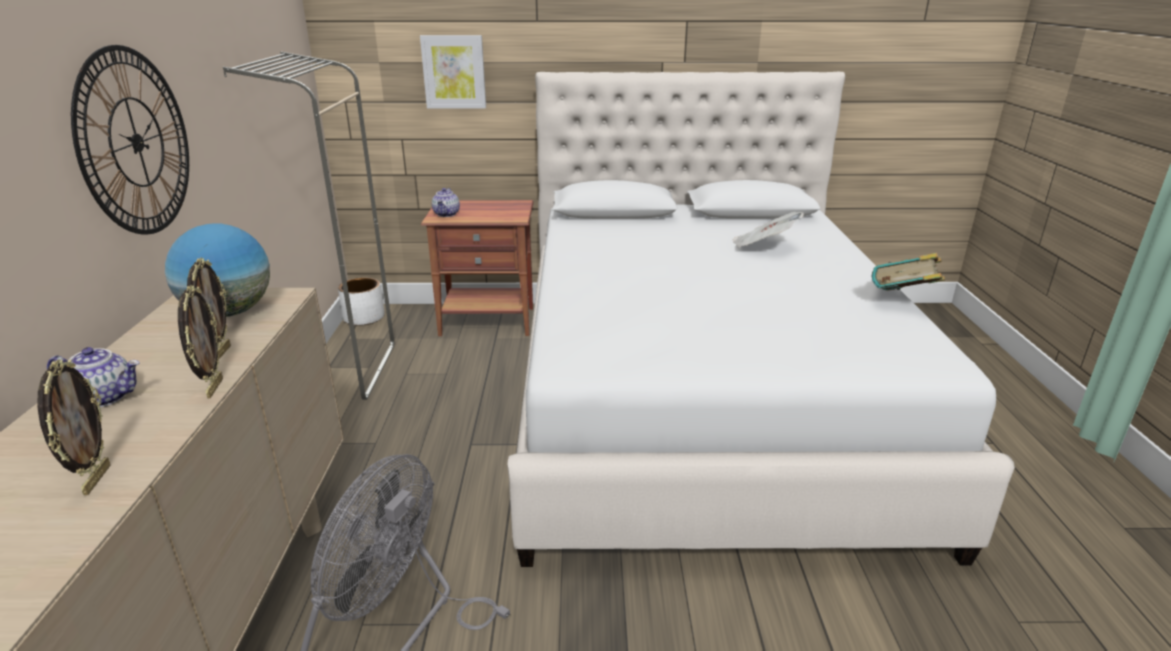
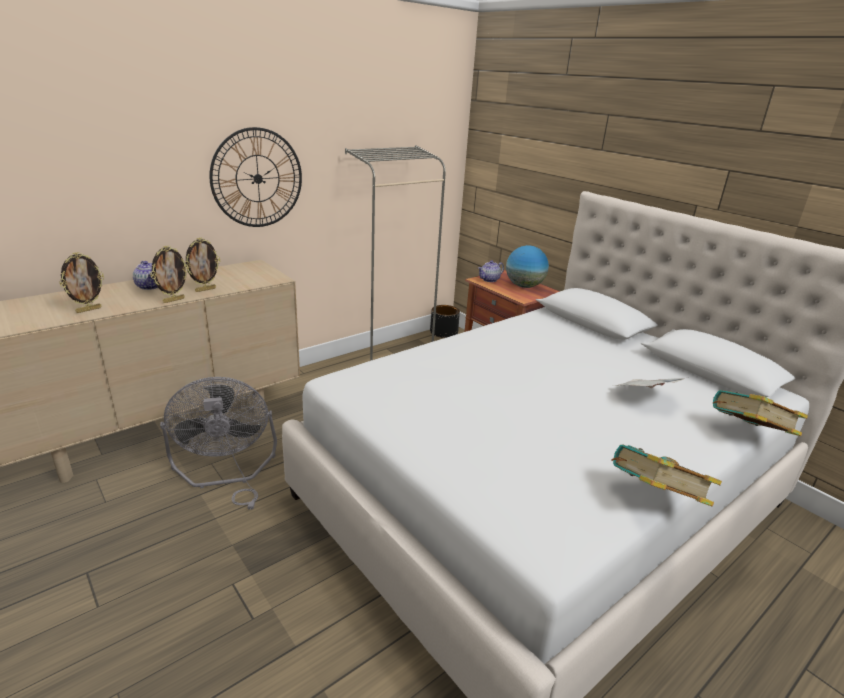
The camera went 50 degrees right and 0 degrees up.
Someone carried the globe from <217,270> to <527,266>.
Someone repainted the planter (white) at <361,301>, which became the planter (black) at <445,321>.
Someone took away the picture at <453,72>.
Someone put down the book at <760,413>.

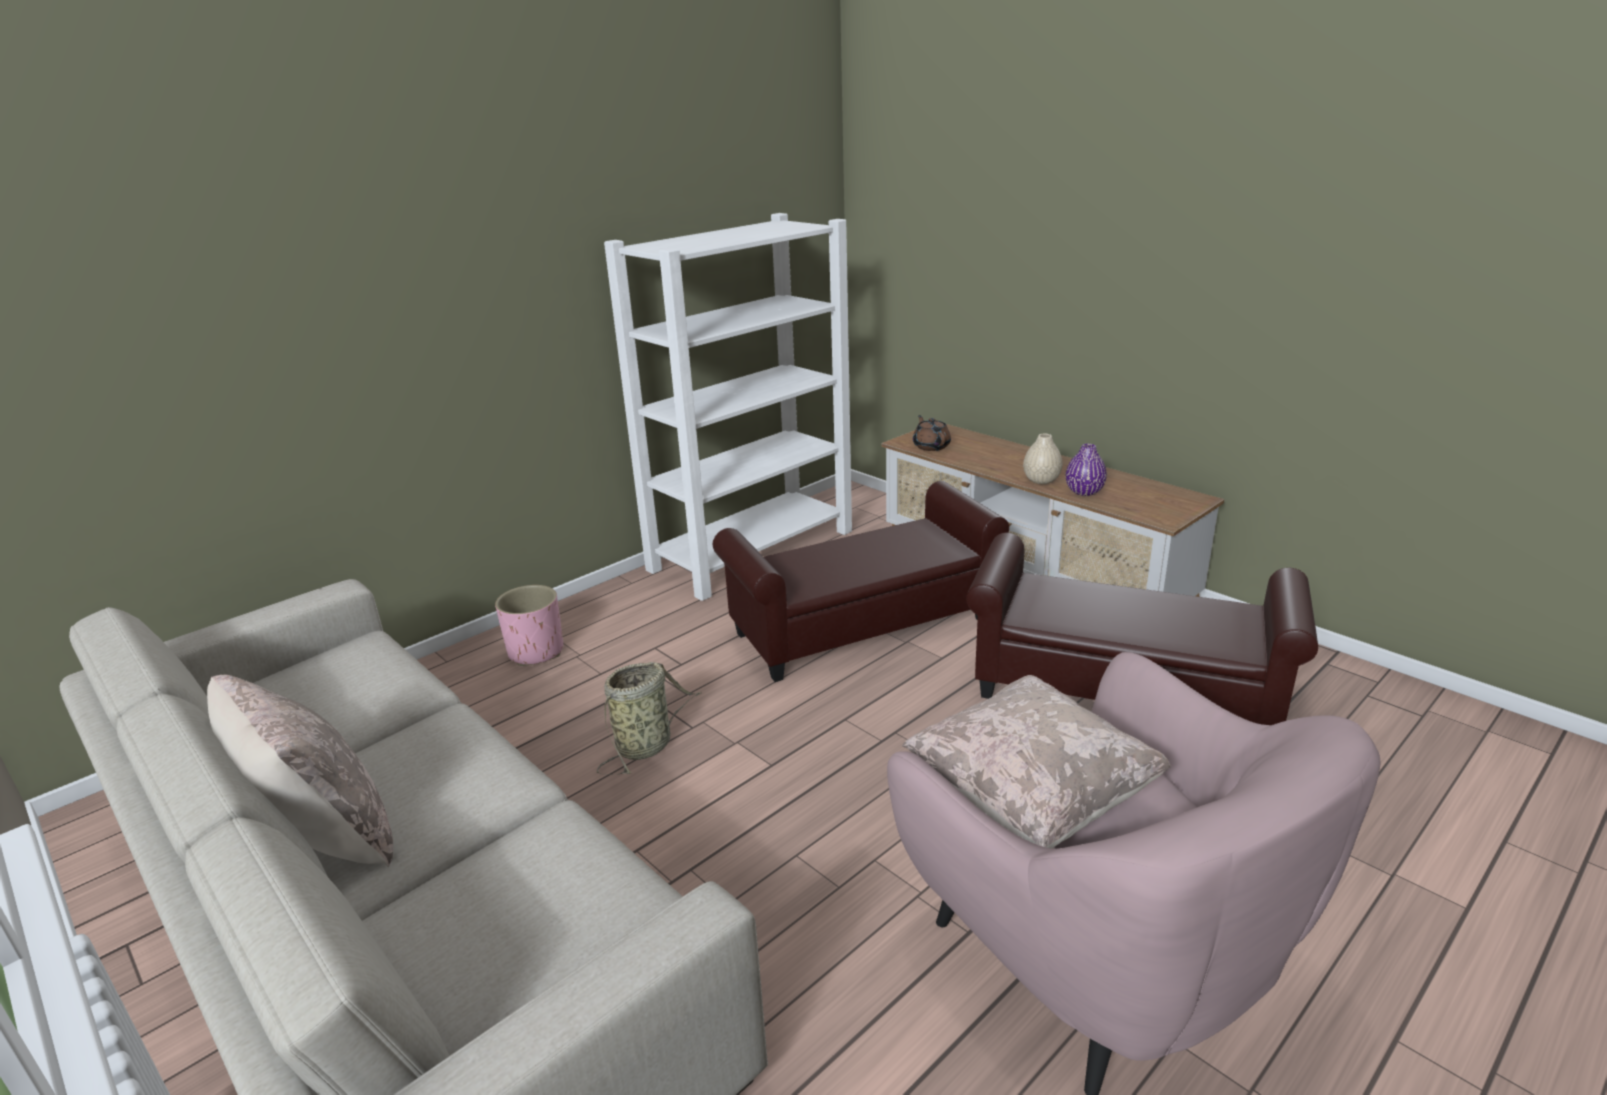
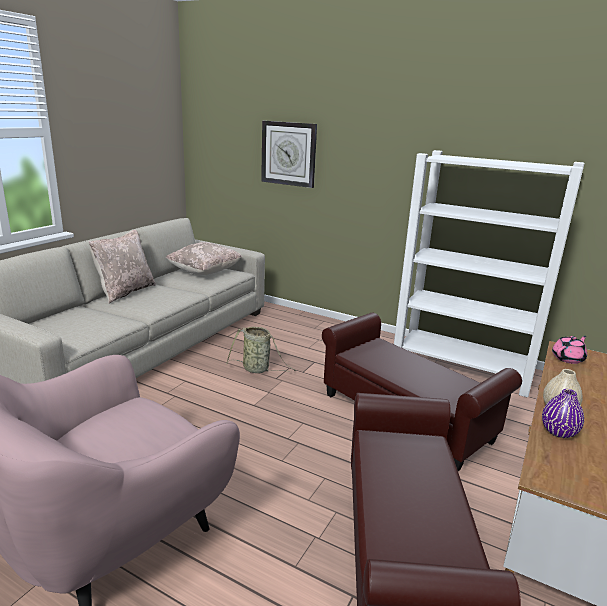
The camera went 70 degrees right and 5 degrees down.
Someone took away the planter (pink) at <529,625>.
Someone carried the pillow (beige) from <1036,761> to <204,258>.
Someone repainted the teapot (brown) at <932,433>, which became the teapot (pink) at <569,350>.
Someone put up the wall clock at <289,154>.

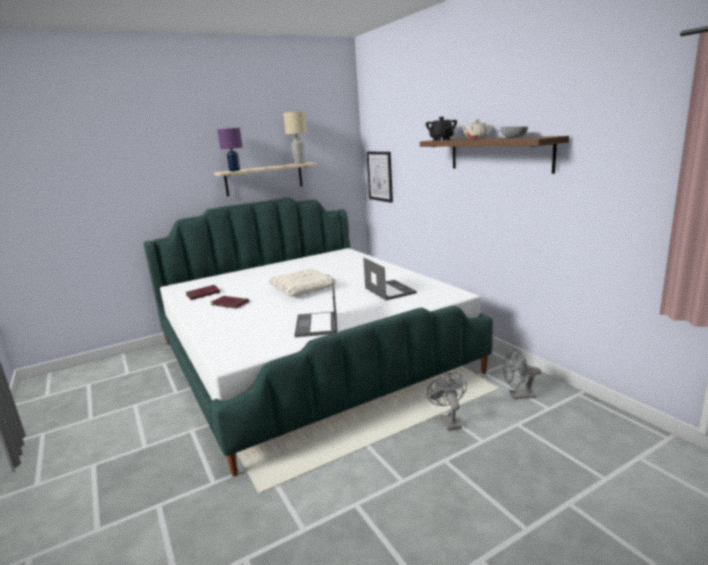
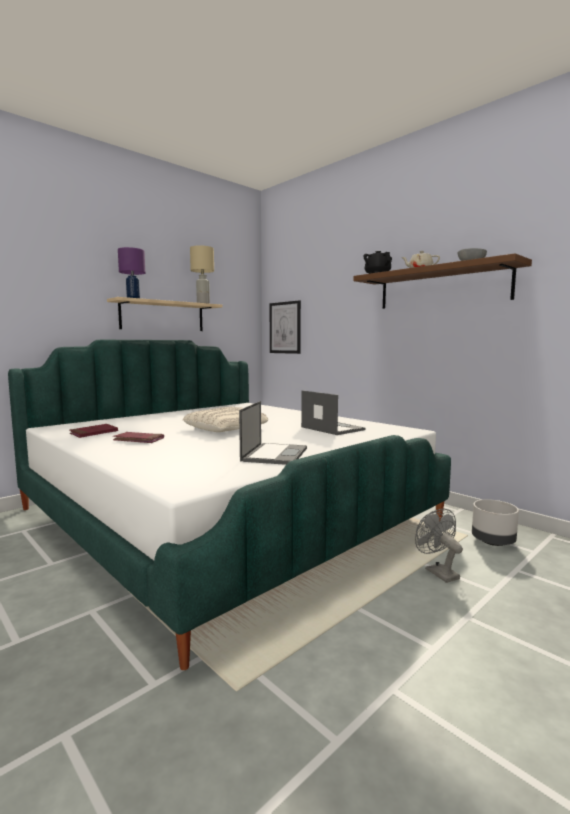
The camera went 15 degrees left and 10 degrees down.
Someone rotated the laptop at <316,308> by 150 degrees counterclockwise.
Someone swapped the fan (grey) at <522,374> for the planter (grey) at <495,522>.

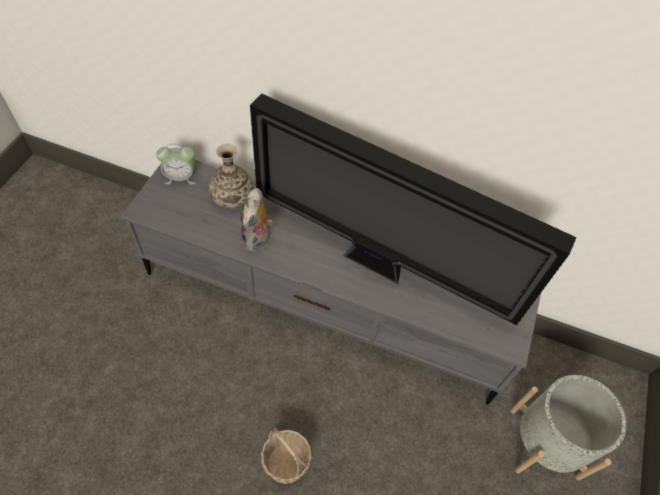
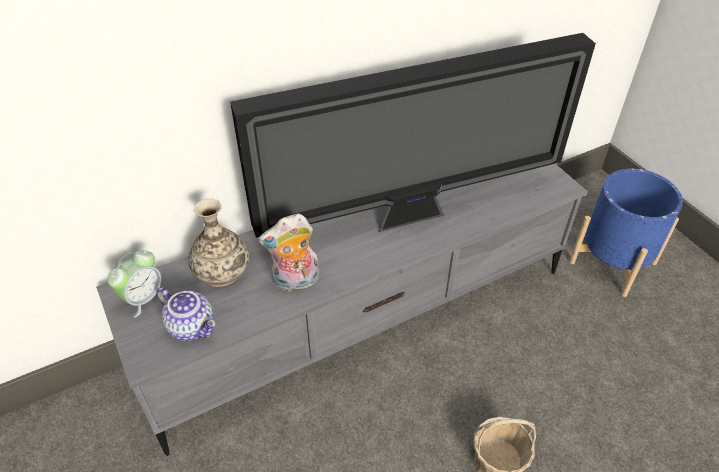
The camera went 45 degrees left and 10 degrees down.
Someone rotated the plush toy at <257,220> by 105 degrees clockwise.
Someone repainted the planter (grey) at <568,427>, which became the planter (blue) at <626,233>.
Someone put down the teapot at <186,314>.

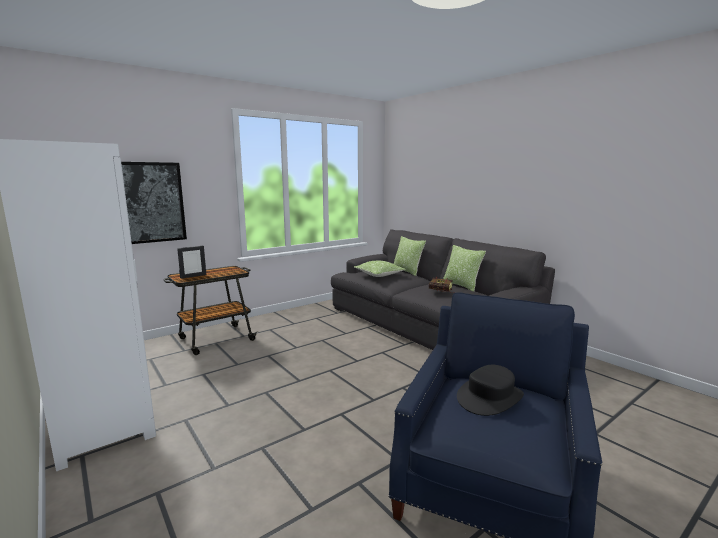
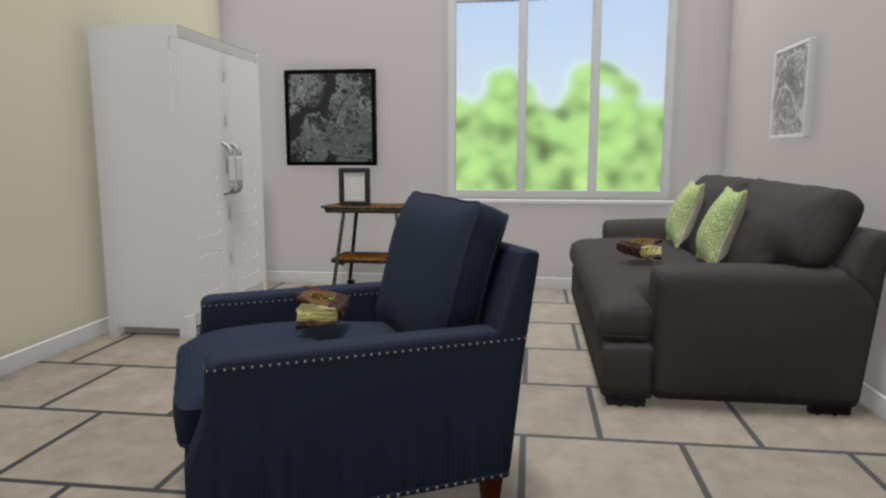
The camera went 45 degrees right and 5 degrees down.
Someone took away the pillow at <380,269>.
Someone swapped the hat (black) at <490,390> for the book at <322,308>.
Someone put up the picture at <793,88>.

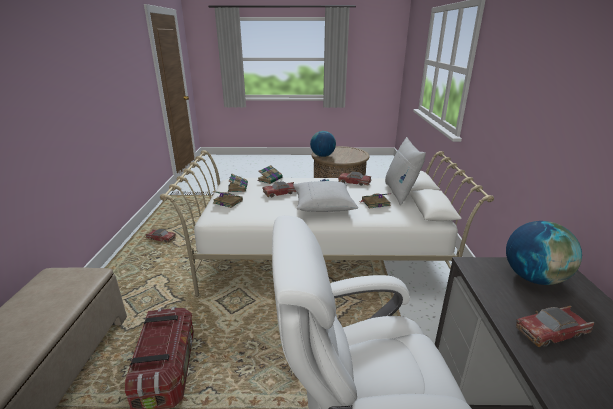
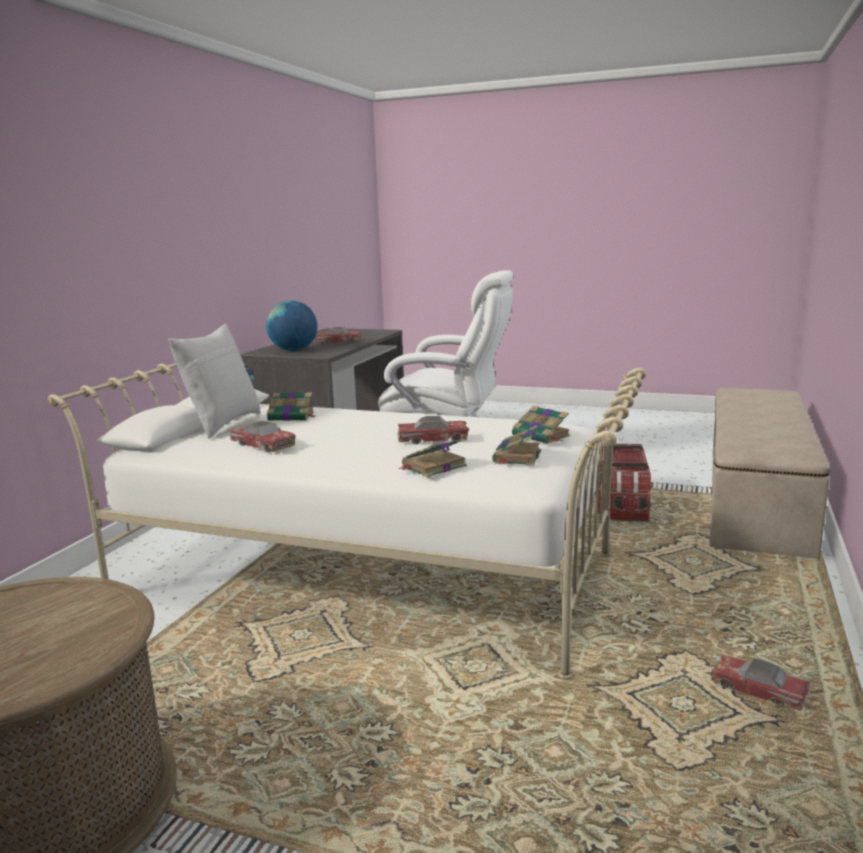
The camera went 160 degrees left and 10 degrees down.
Someone took away the pillow (grey) at <325,195>.
Someone took away the globe at <323,144>.

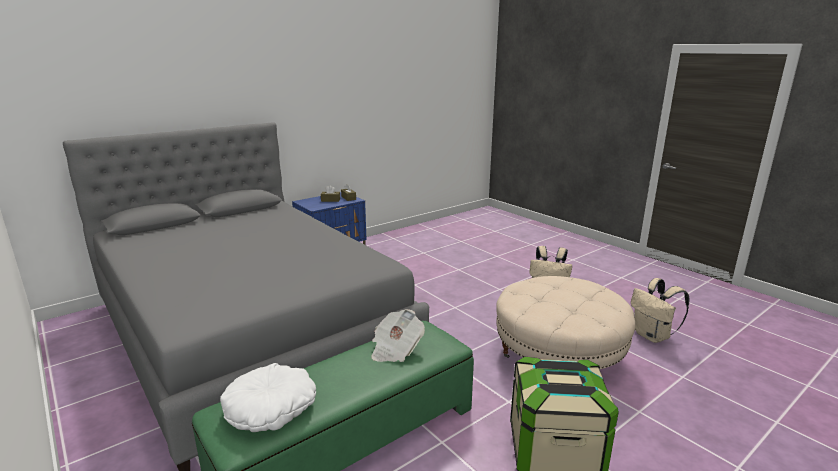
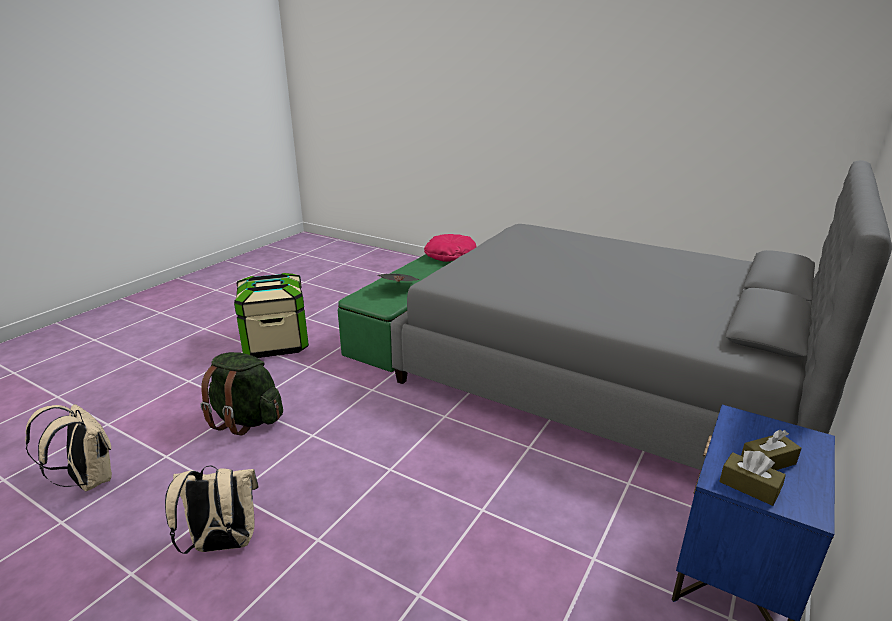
The camera went 160 degrees right and 5 degrees up.
Someone repainted the pillow (white) at <268,397>, which became the pillow (pink) at <450,248>.
Someone swapped the ottoman (beige) at <565,322> for the backpack (green) at <242,394>.

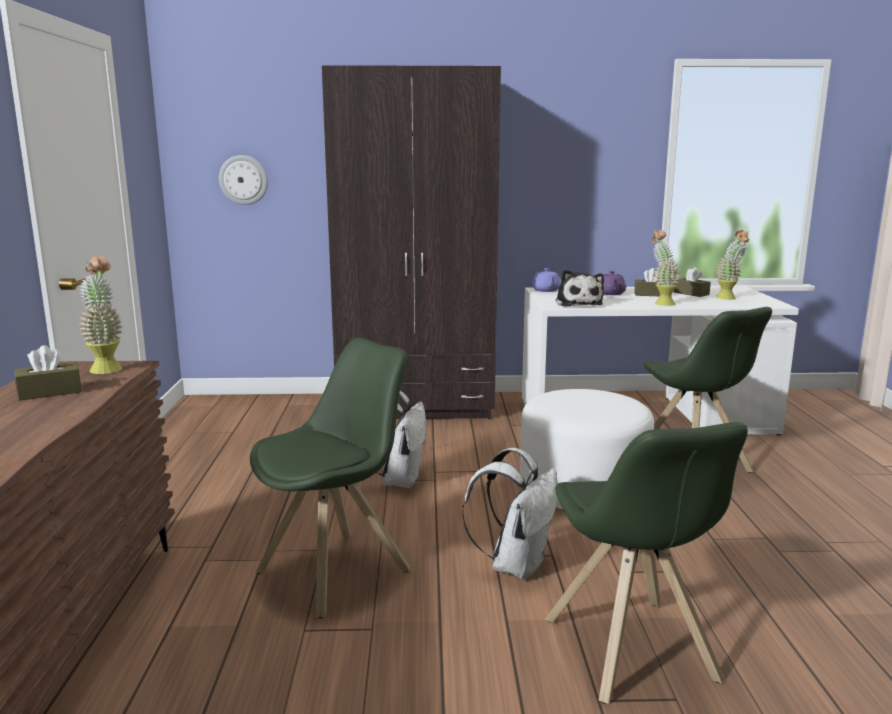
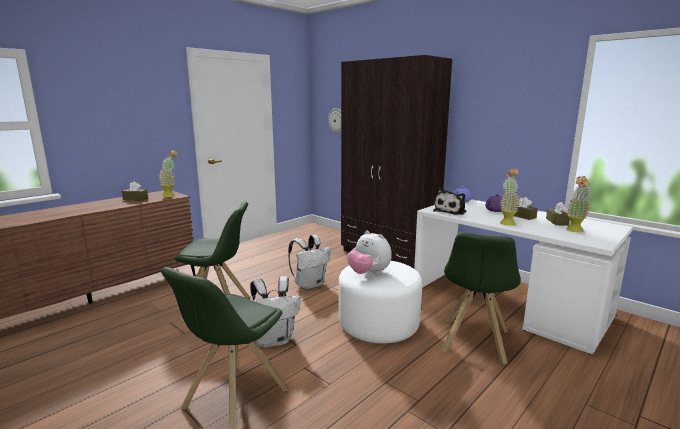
The camera went 45 degrees right and 0 degrees up.
Someone put down the plush toy at <369,252>.

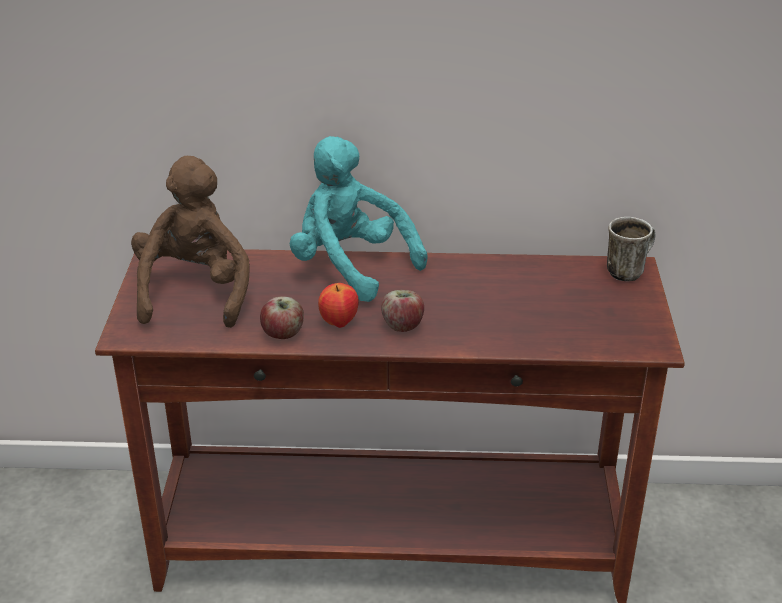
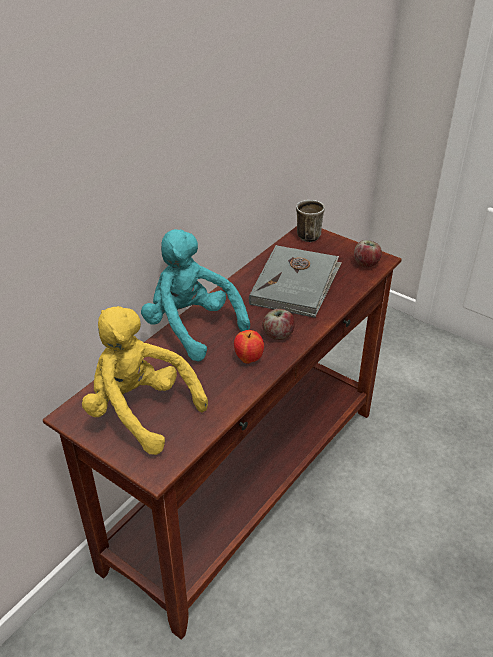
The camera went 55 degrees left and 5 degrees up.
Someone repainted the plush toy (brown) at <190,242>, which became the plush toy (yellow) at <145,380>.
Someone carried the apple from <282,317> to <368,253>.
Someone rotated the plush toy (turquoise) at <359,219> by 60 degrees clockwise.
Someone put down the book (grey) at <295,281>.

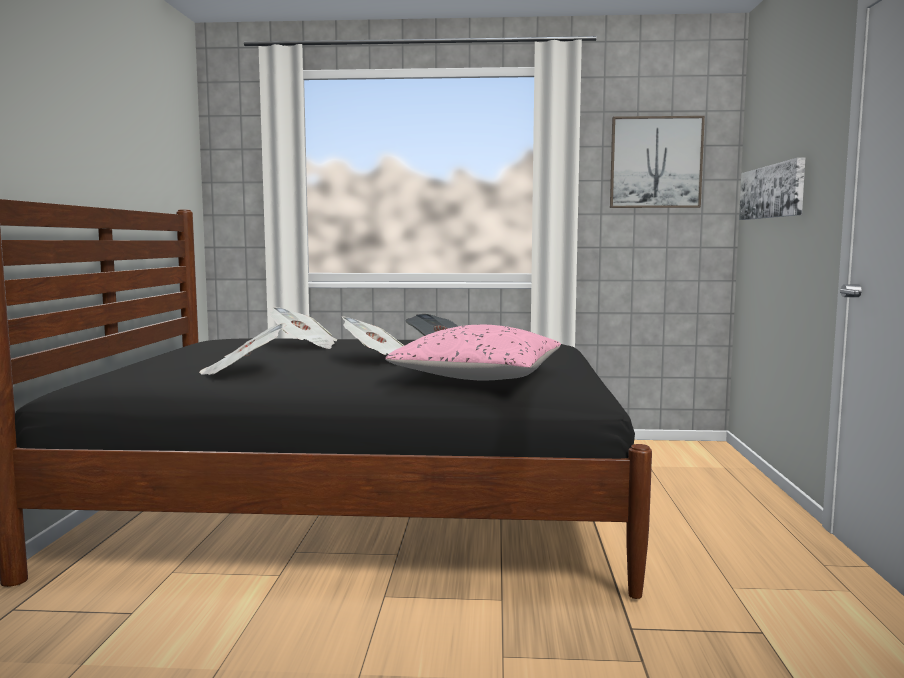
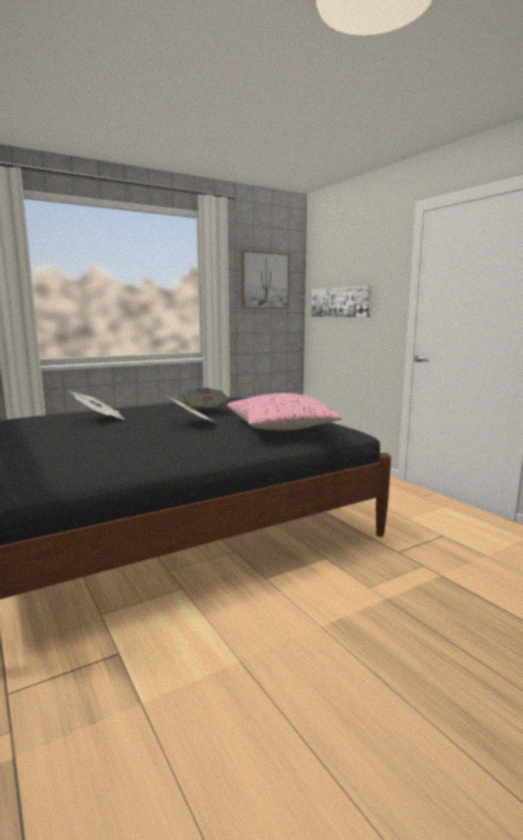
The camera went 35 degrees left and 5 degrees up.
Someone took away the newspaper at <243,349>.

